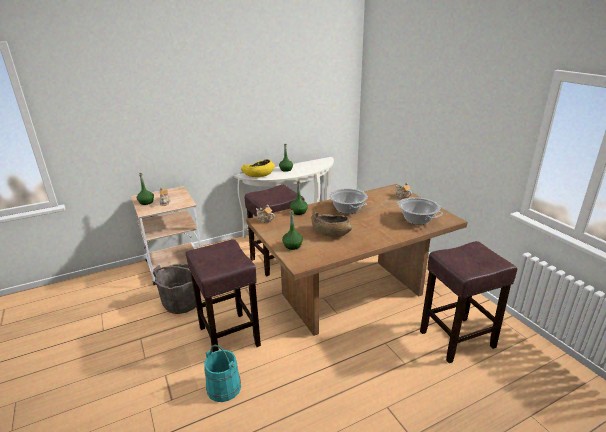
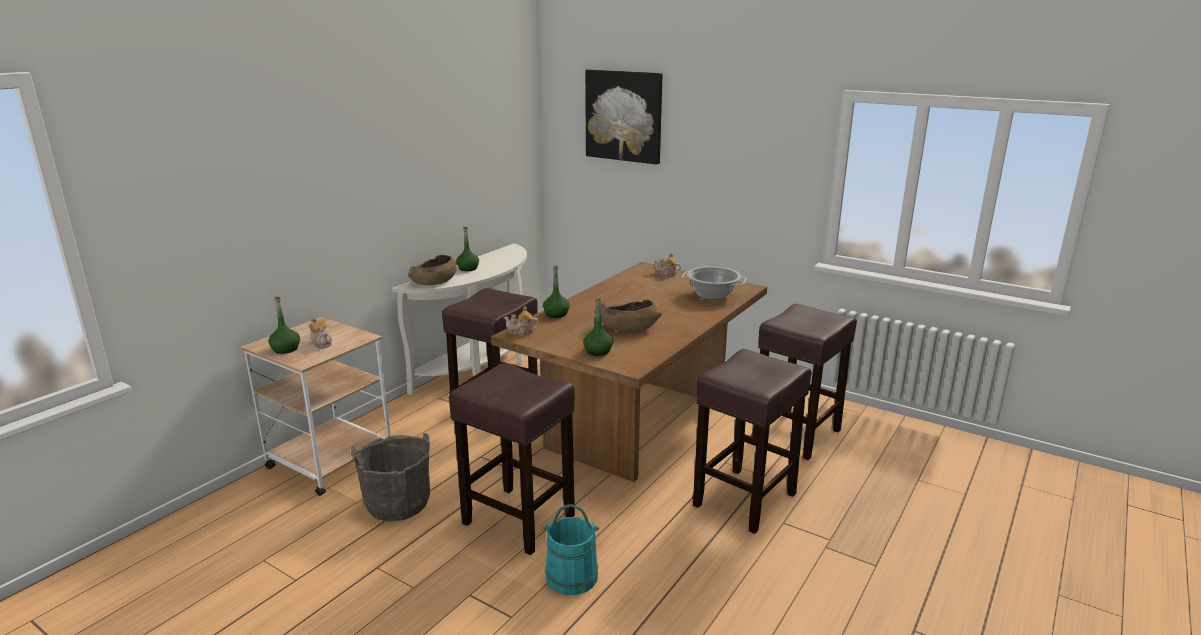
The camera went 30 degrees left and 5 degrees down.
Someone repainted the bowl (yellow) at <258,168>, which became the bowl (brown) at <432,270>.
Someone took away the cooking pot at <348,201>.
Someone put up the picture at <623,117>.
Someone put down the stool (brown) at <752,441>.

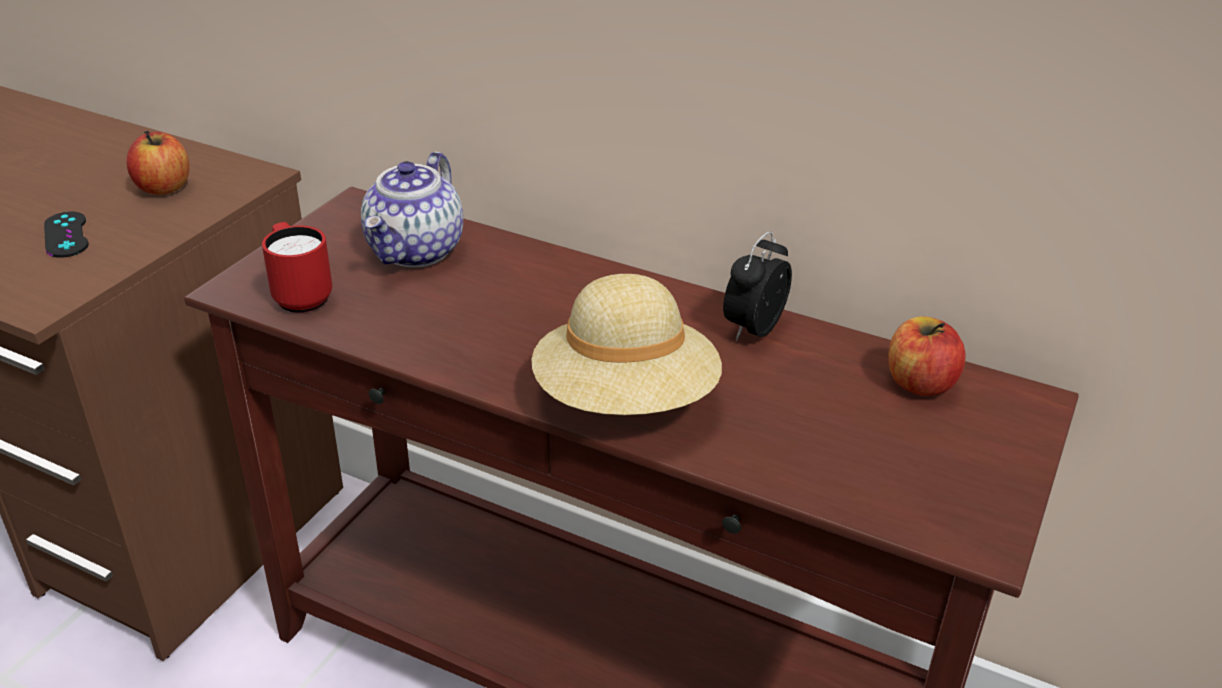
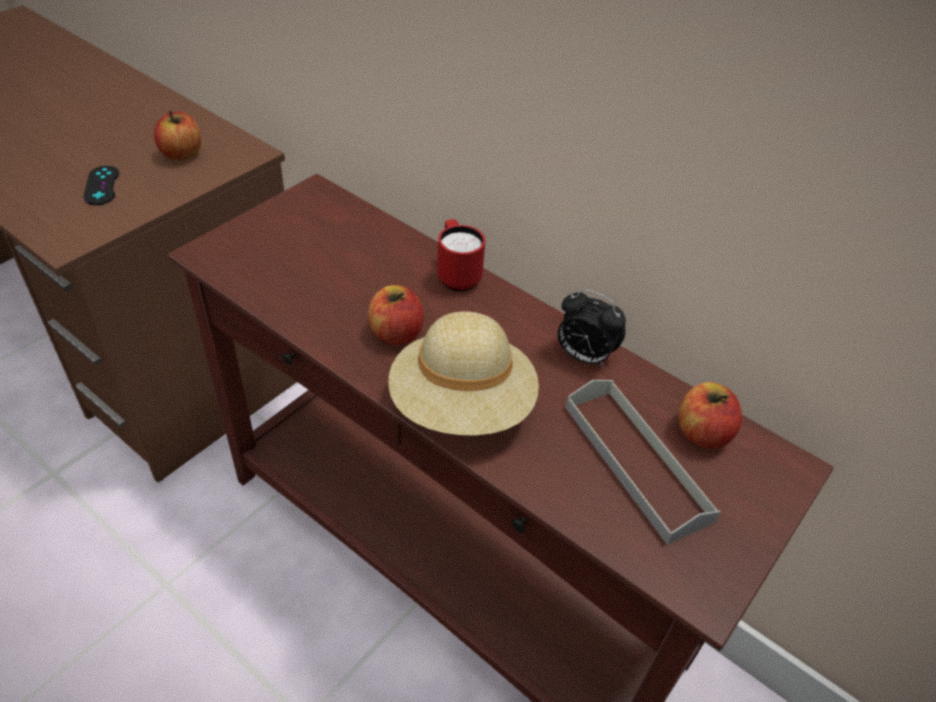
The camera went 10 degrees right and 10 degrees up.
Someone carried the mug (red) from <297,267> to <461,255>.
Someone took away the teapot at <412,209>.
Someone rotated the alarm clock at <757,286> by 105 degrees counterclockwise.
Someone put down the apple at <396,315>.
Someone put down the tray (grey) at <643,462>.

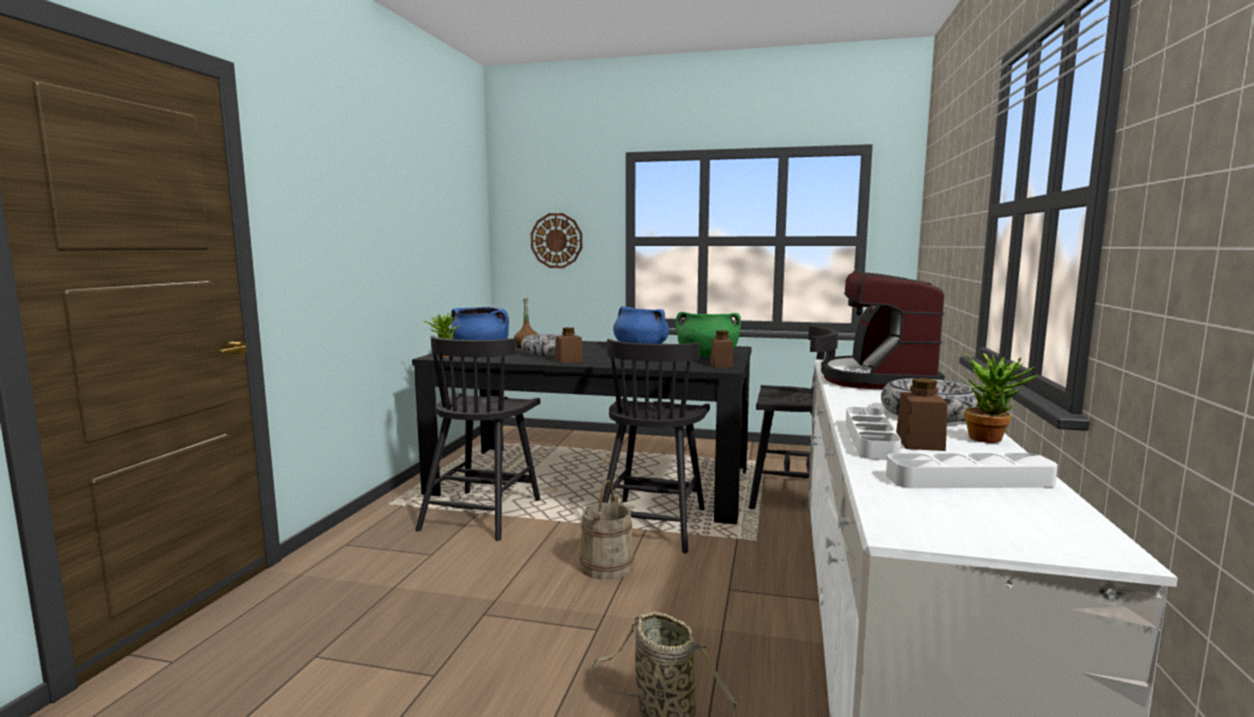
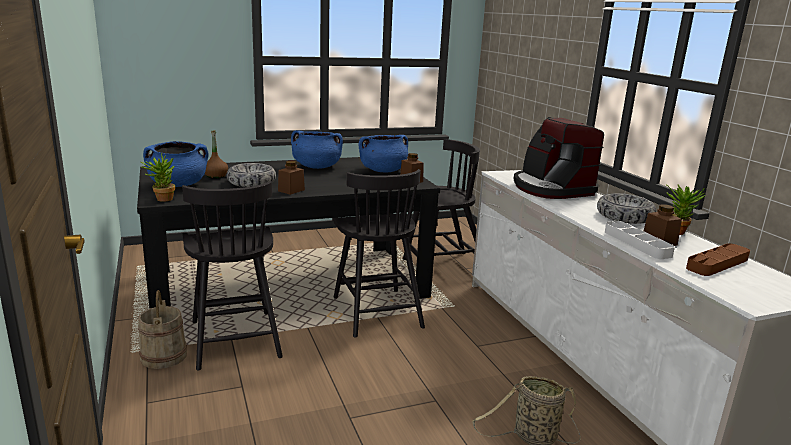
The camera went 35 degrees left and 10 degrees up.
Someone took away the wall clock at <556,240>.
Someone carried the bucket (beige) from <606,530> to <162,329>.
Someone repainted the cooking pot (green) at <708,334>, which became the cooking pot (blue) at <383,154>.
Someone repainted the tray (white) at <972,470>, which became the tray (brown) at <718,259>.

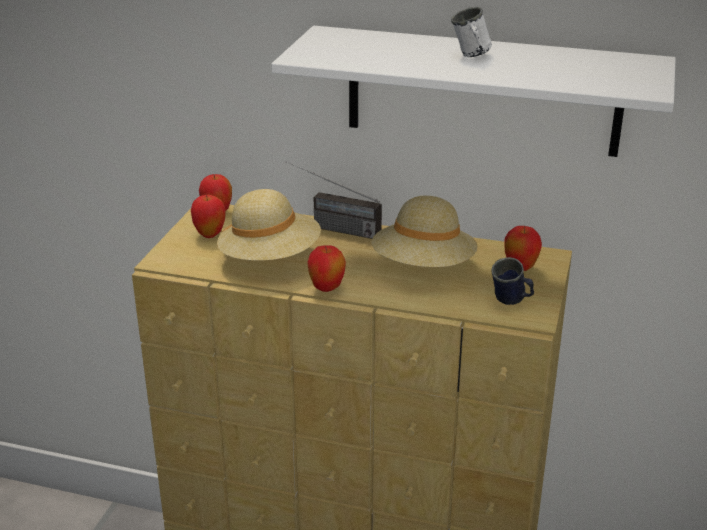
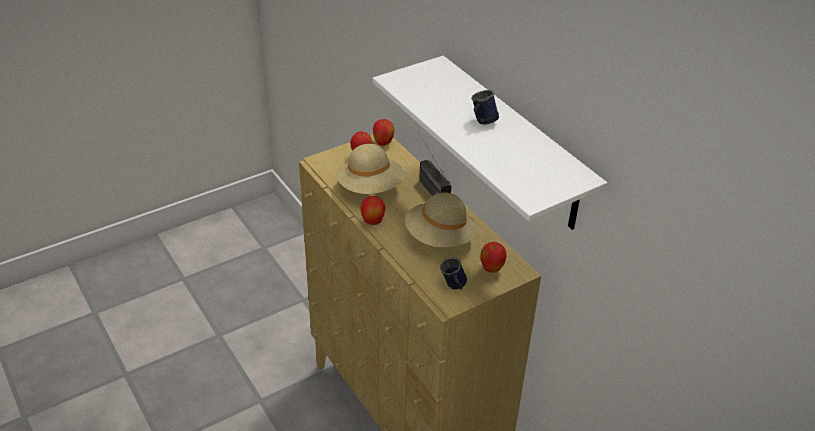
The camera went 40 degrees right and 10 degrees up.
Someone repainted the mug (white) at <471,32>, which became the mug (blue) at <485,107>.

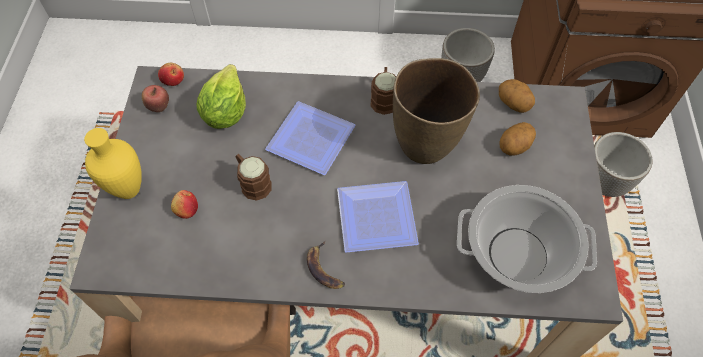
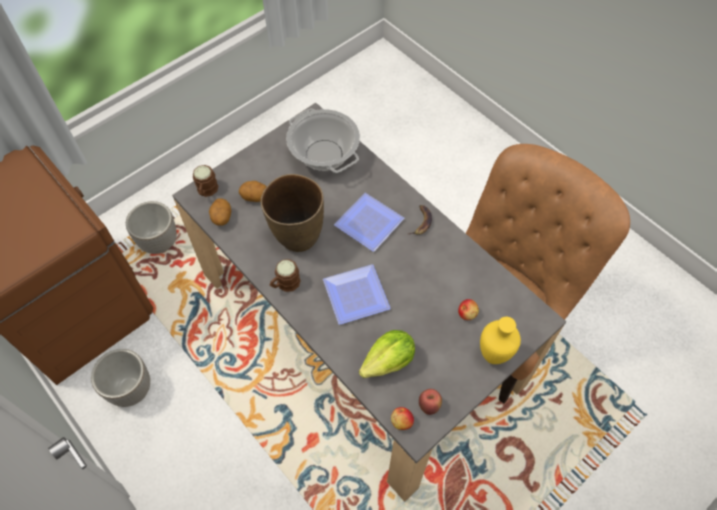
The camera went 135 degrees left and 0 degrees up.
Someone carried the mug (brown) from <254,177> to <205,181>.

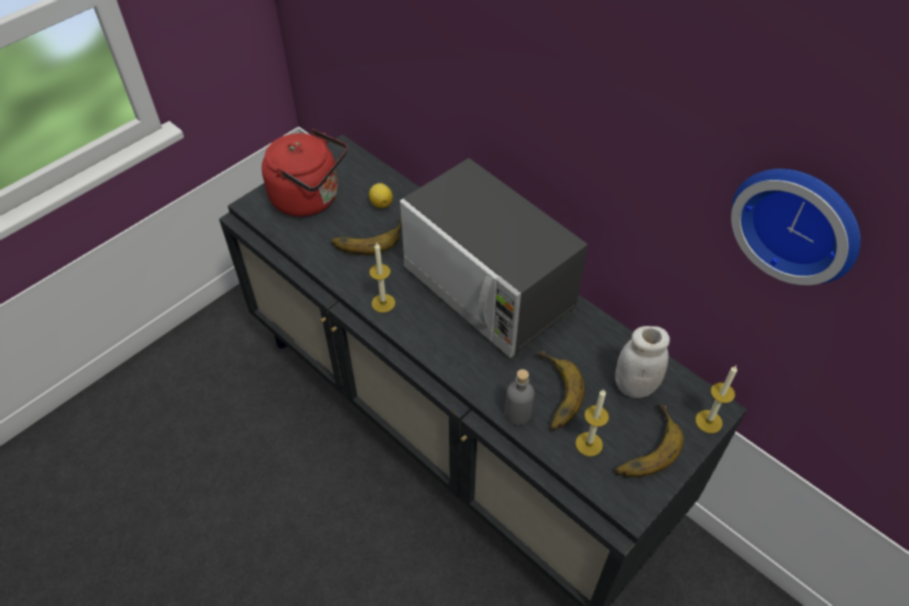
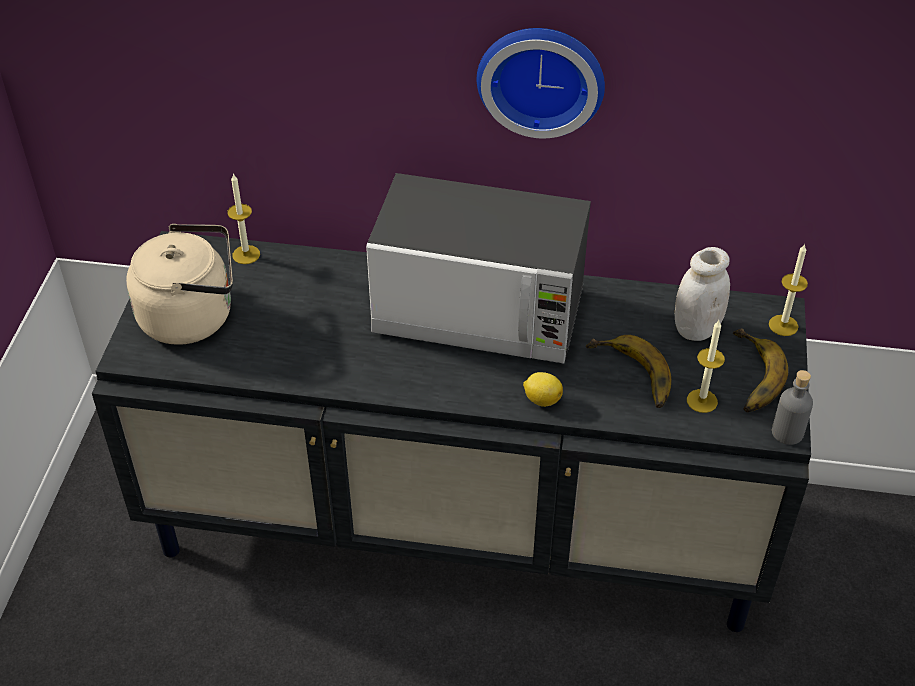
The camera went 35 degrees left and 5 degrees down.
Someone repainted the kettle (red) at <305,173>, which became the kettle (beige) at <179,284>.
Someone took away the banana at <366,236>.
Someone carried the lemon from <381,195> to <543,389>.
Someone carried the candle from <382,278> to <243,218>.
Someone carried the bottle (grey) from <519,397> to <792,407>.
Someone carried the wall clock from <796,227> to <541,83>.

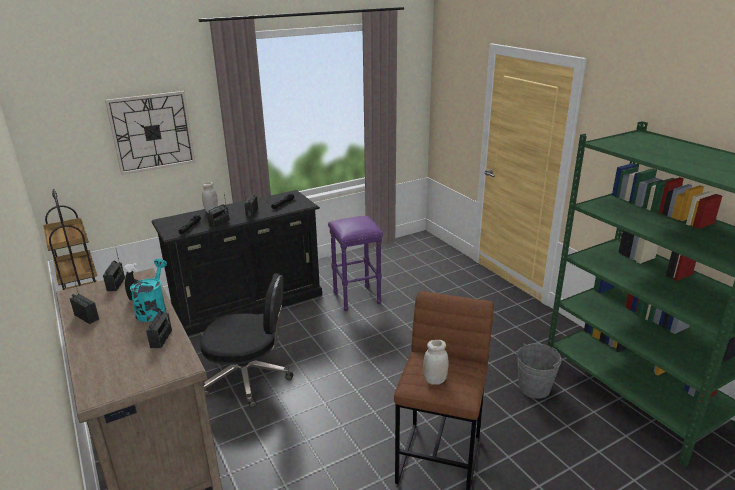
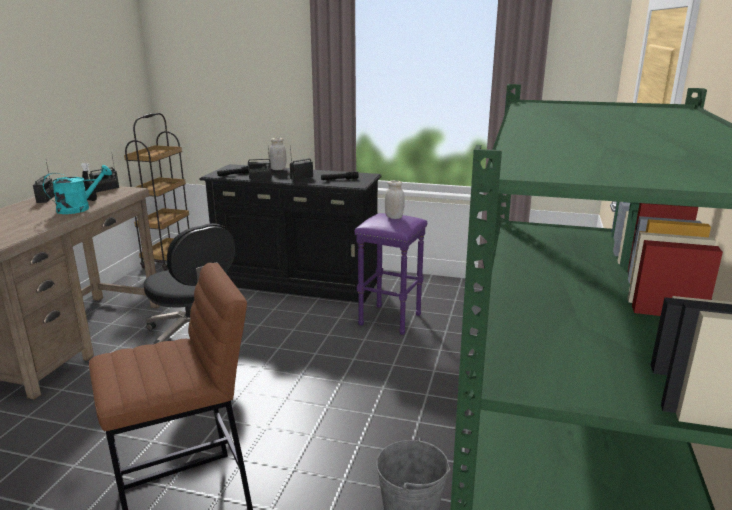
The camera went 45 degrees right and 5 degrees down.
Someone took away the wall clock at <150,133>.
Someone took away the radio at <159,321>.
Someone carried the jar (white) from <436,362> to <395,199>.

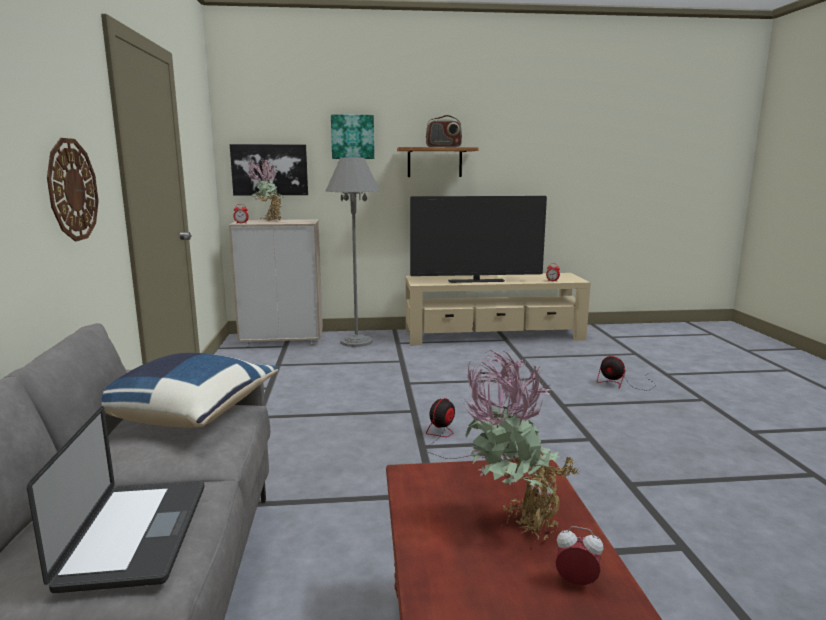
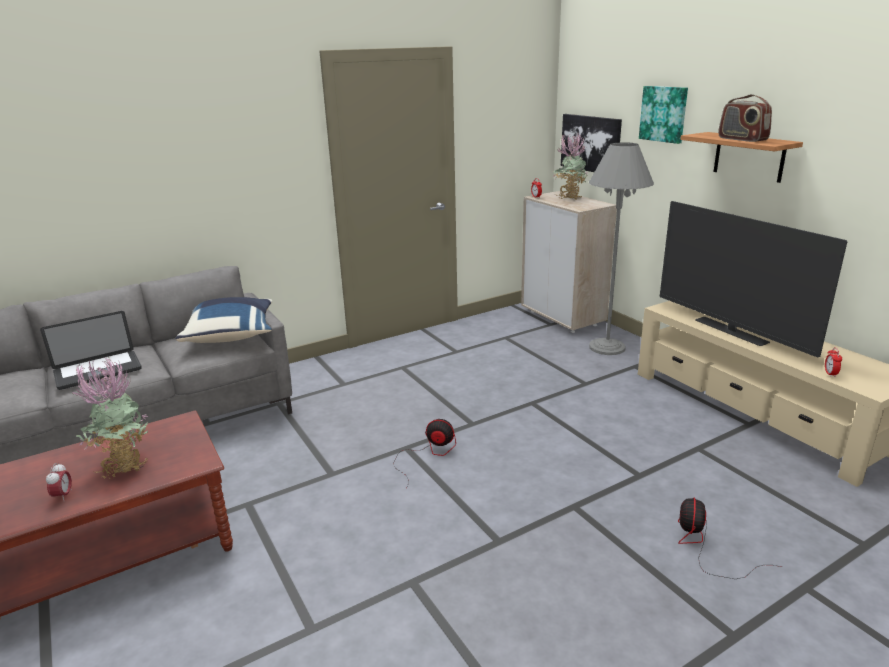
The camera went 65 degrees right and 10 degrees up.
Someone took away the wall clock at <73,189>.

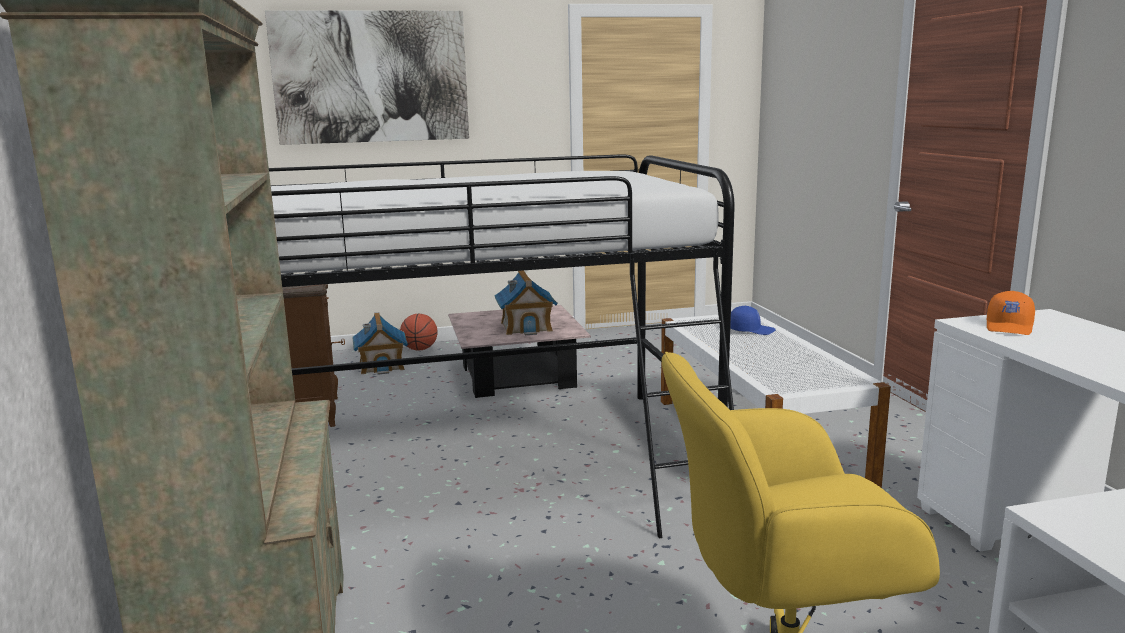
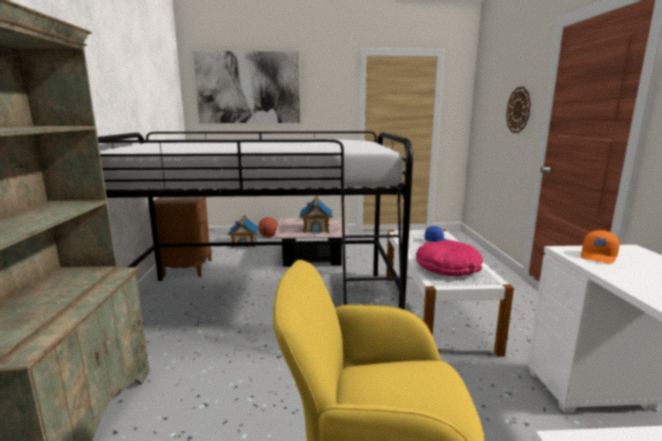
The camera went 10 degrees right and 0 degrees up.
Someone put down the pillow (pink) at <449,258>.
Someone put up the wall clock at <518,110>.

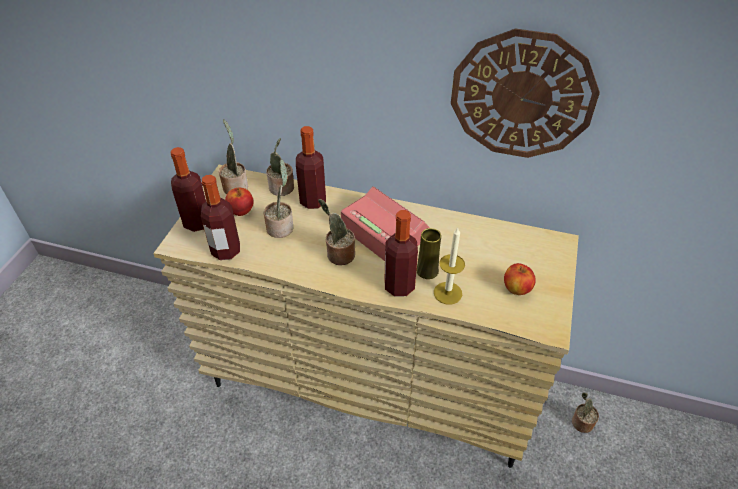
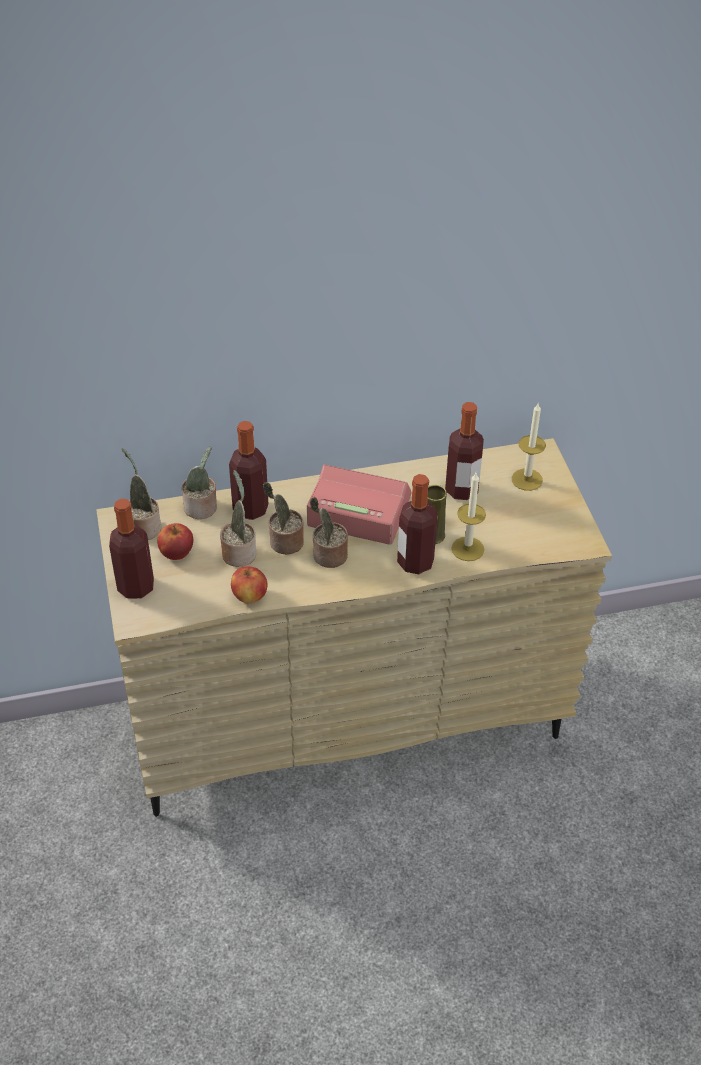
The camera went 30 degrees left and 0 degrees up.
Someone carried the bottle from <220,217> to <464,451>.
Someone took away the wall clock at <525,93>.
Someone carried the apple from <520,279> to <249,585>.
Someone carried the potted plant from <585,412> to <283,518>.
Someone put down the candle at <529,446>.

